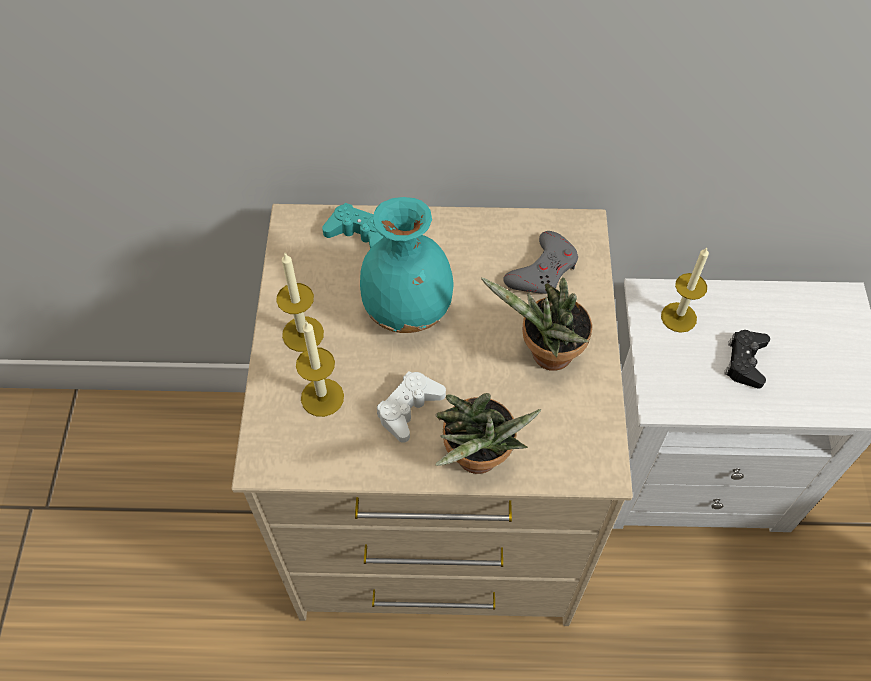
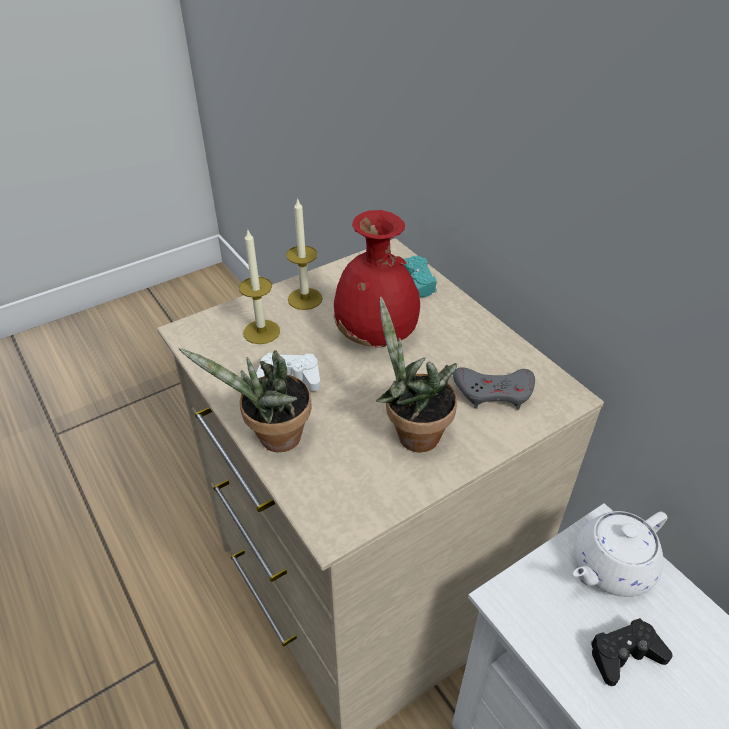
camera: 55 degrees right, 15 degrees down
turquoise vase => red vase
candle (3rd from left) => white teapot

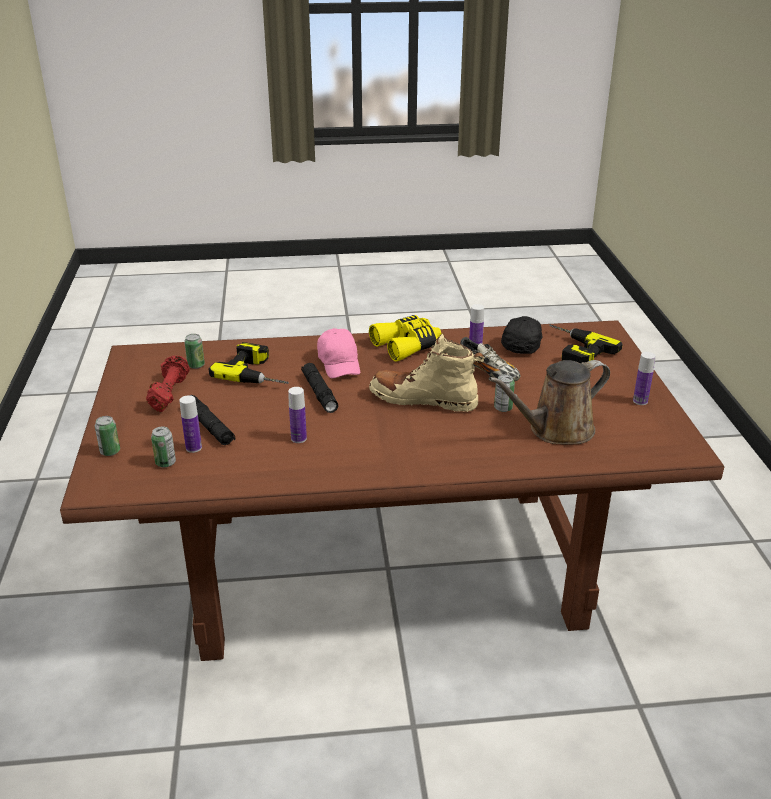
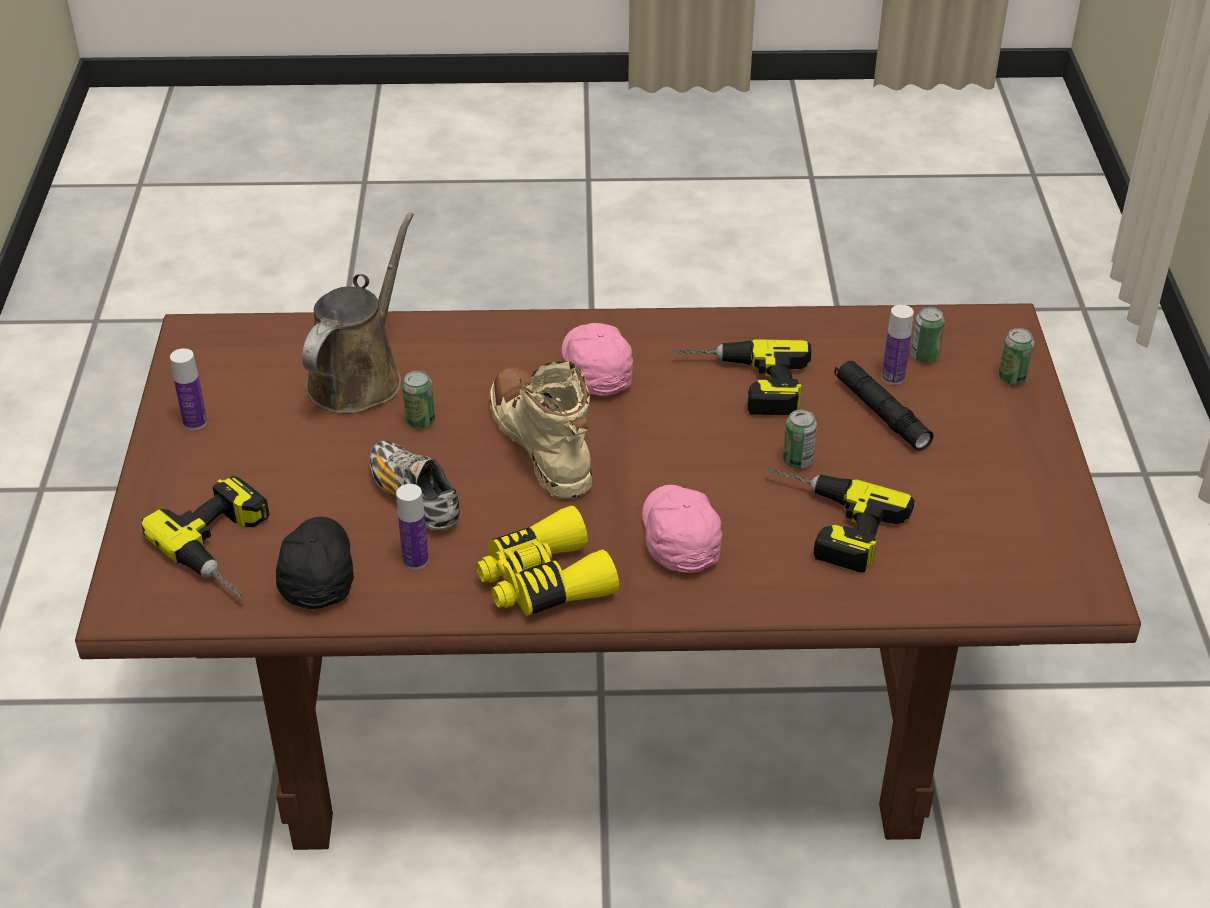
camera: 175 degrees left, 10 degrees up
black cap, 150 degrees clockwise
beige boot, 135 degrees counterclockwise
can (3rd from left in the first image) => can (2nd from left), moved
red dumbbell => nothing
brown watering can, 45 degrees counterclockwise
black flashlight (2nd from left) => nothing
bottle (2nd from left) => power drill (2nd from left)
nothing => pink cap (1st from left)

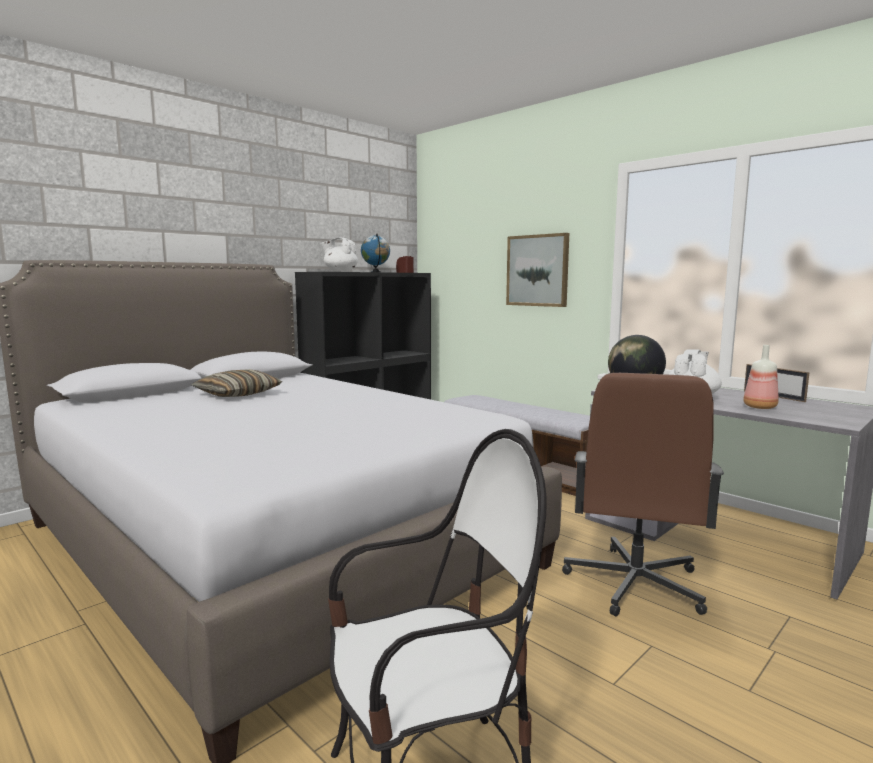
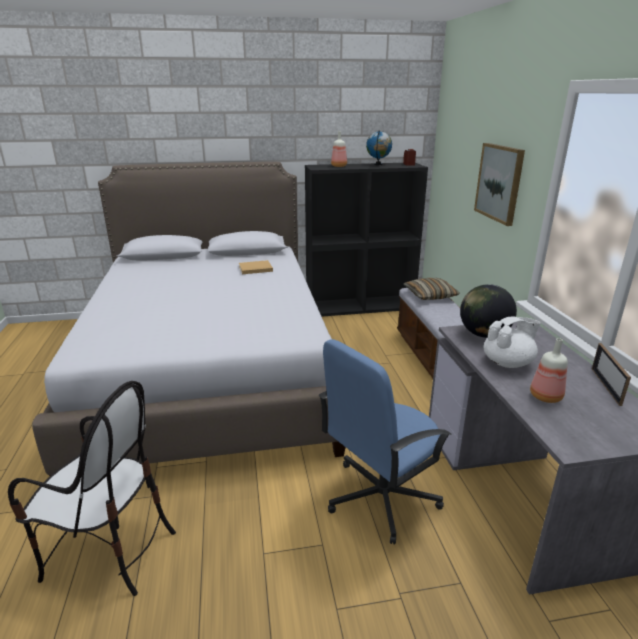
camera: 35 degrees right, 15 degrees up
white teapot (1st from left) => bottle (1st from left)
pillow, moved
brown office chair => blue office chair
nothing => beige book

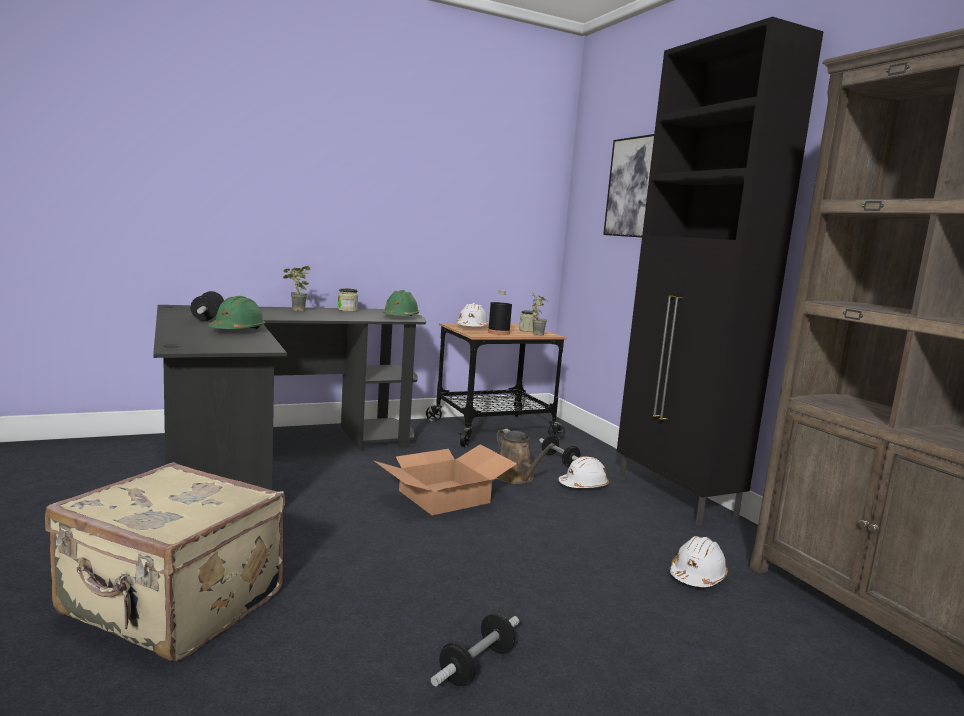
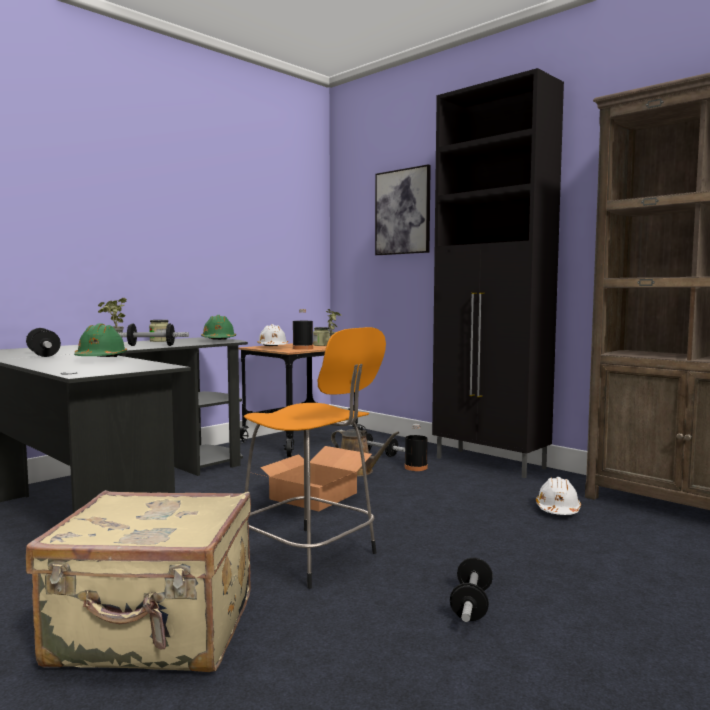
camera: 20 degrees left, 5 degrees down
white hard hat (2nd from left) => black bottle (2nd from left)
nothing => dumbbell (2nd from left)
nothing => orange stool

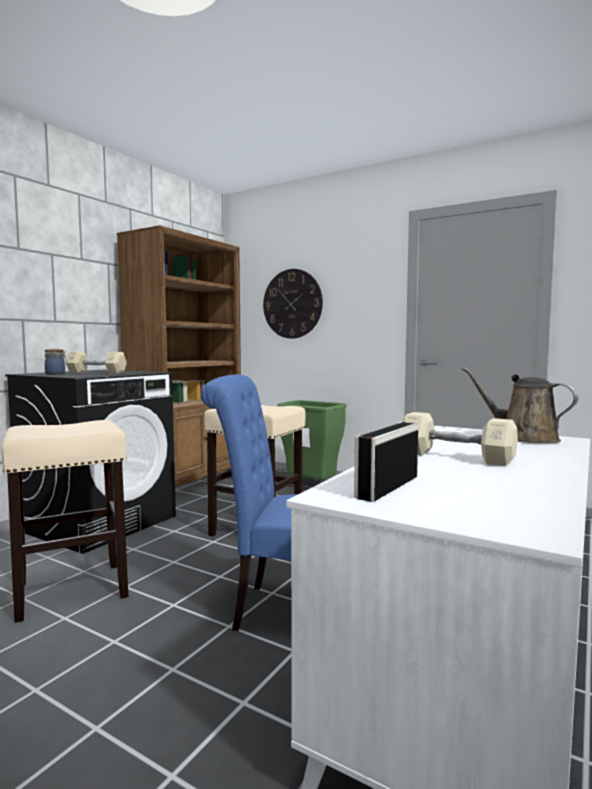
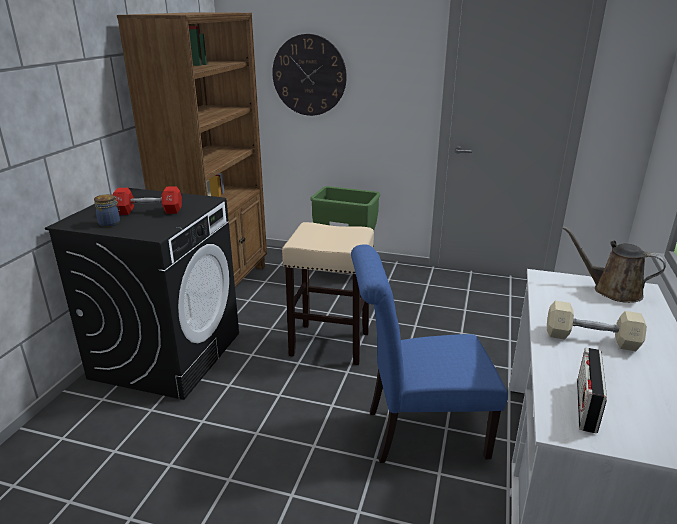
camera: 15 degrees left, 20 degrees up
beige dumbbell (1st from left) => red dumbbell
beige stool (1st from left) => nothing

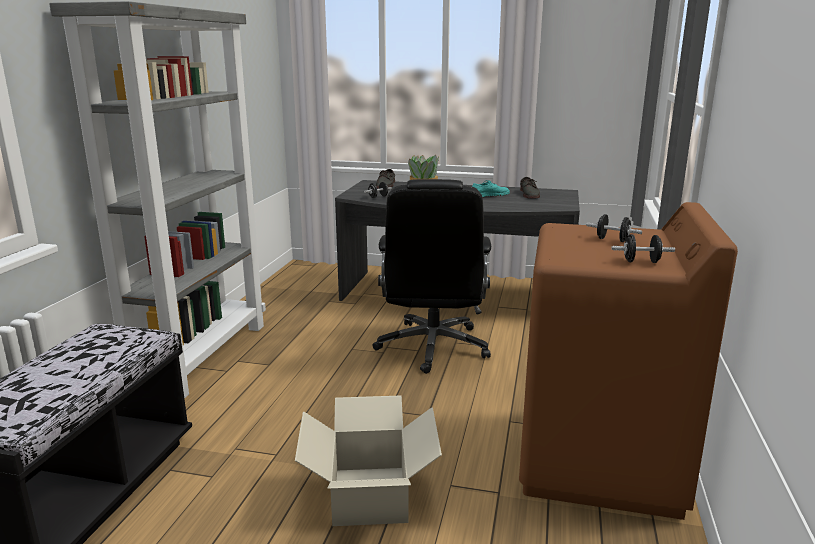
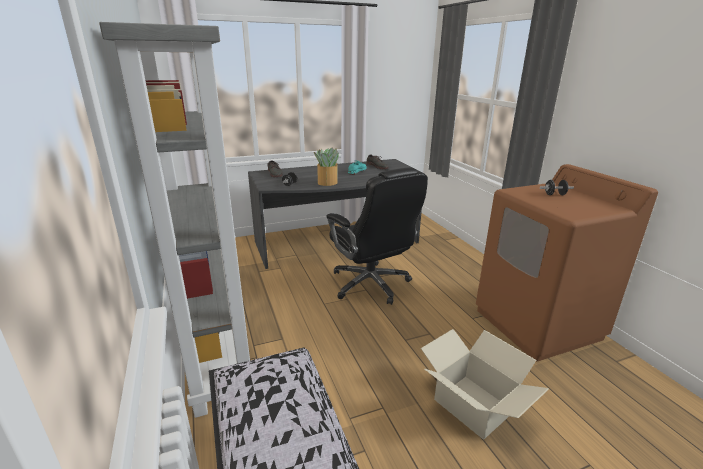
camera: 35 degrees left, 5 degrees up
black dumbbell (3rd from left) => nothing

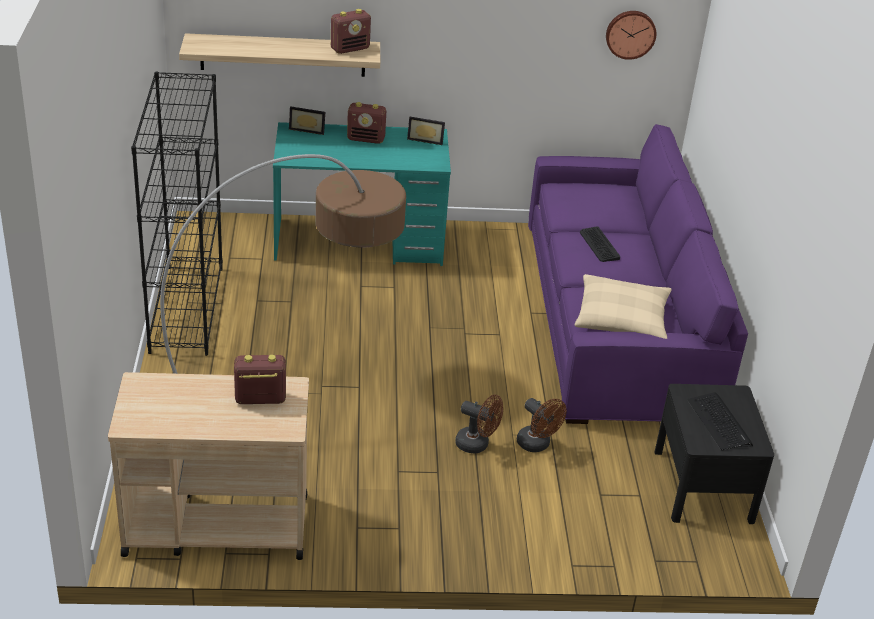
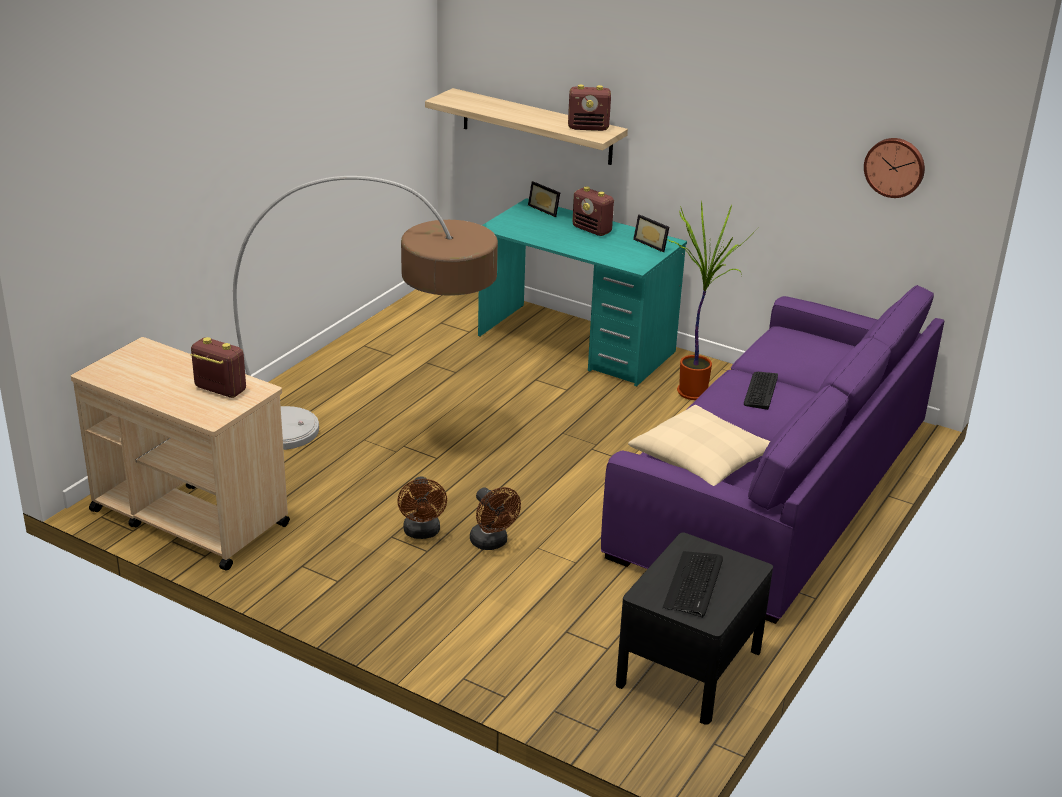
camera: 35 degrees right, 5 degrees down
black bookcase => nothing
brown fan (2nd from left in the first image) => brown fan (1st from left), moved
nothing => potted plant

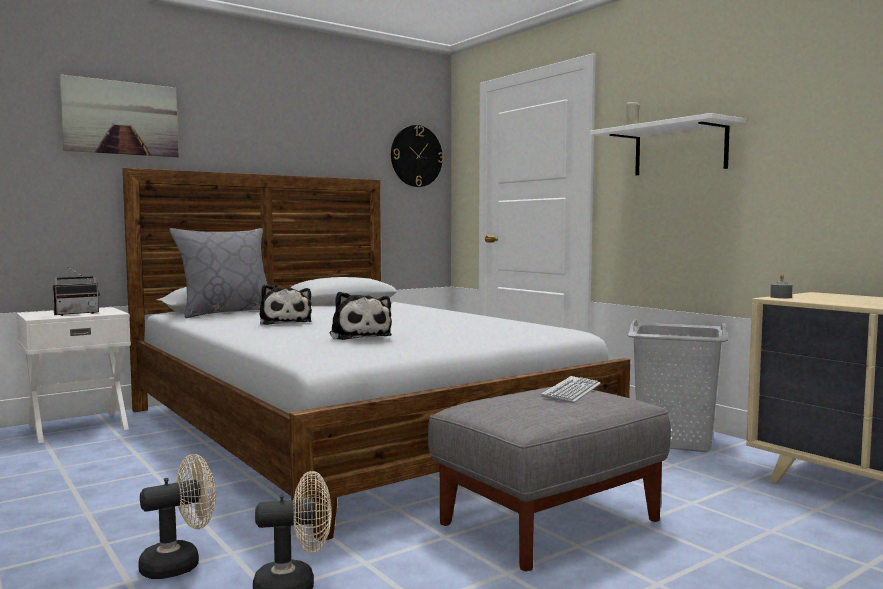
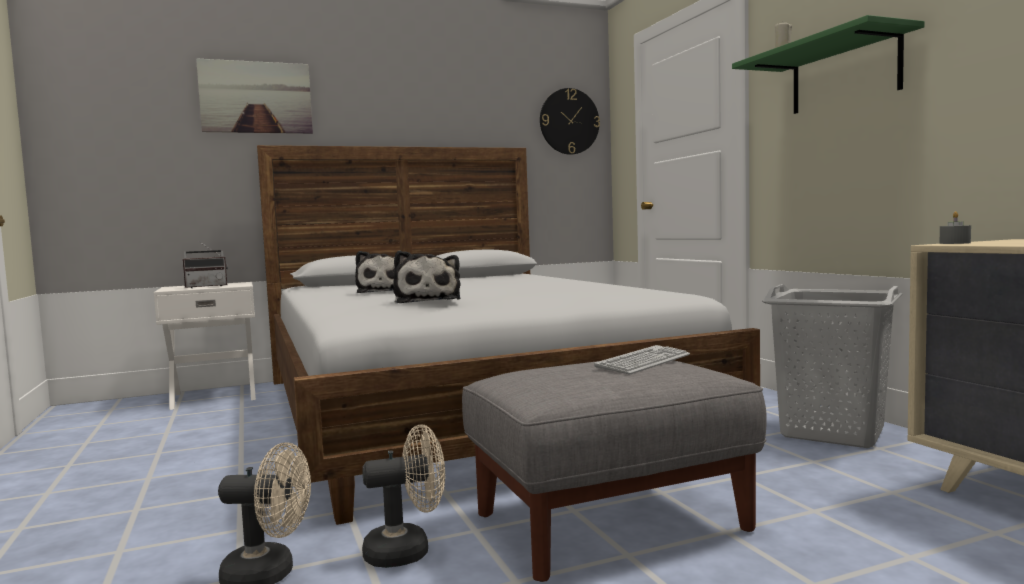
camera: 15 degrees right, 0 degrees up
white shelf => green shelf
grey pillow => nothing
beige fan (1st from left in the first image) => beige fan (2nd from left), moved

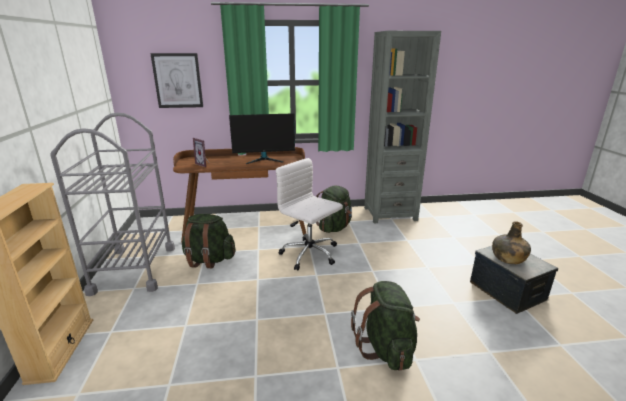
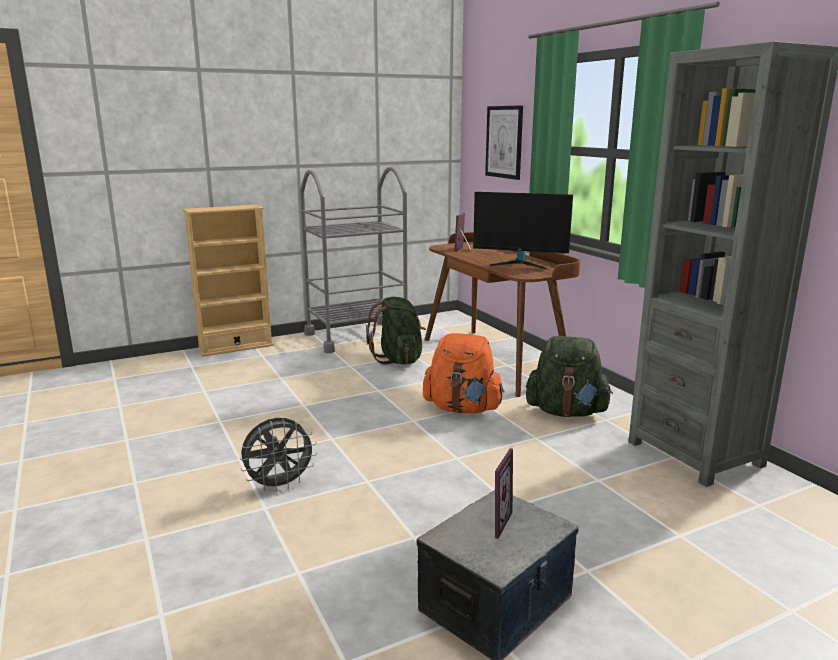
camera: 70 degrees right, 5 degrees down
monitor, 45 degrees counterclockwise
white office chair => orange backpack
green bottle => picture frame (2nd from left)
green backpack (3rd from left) => grey fan

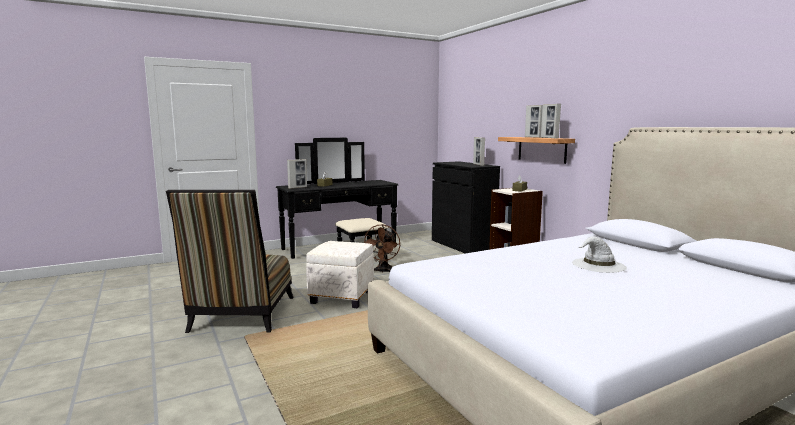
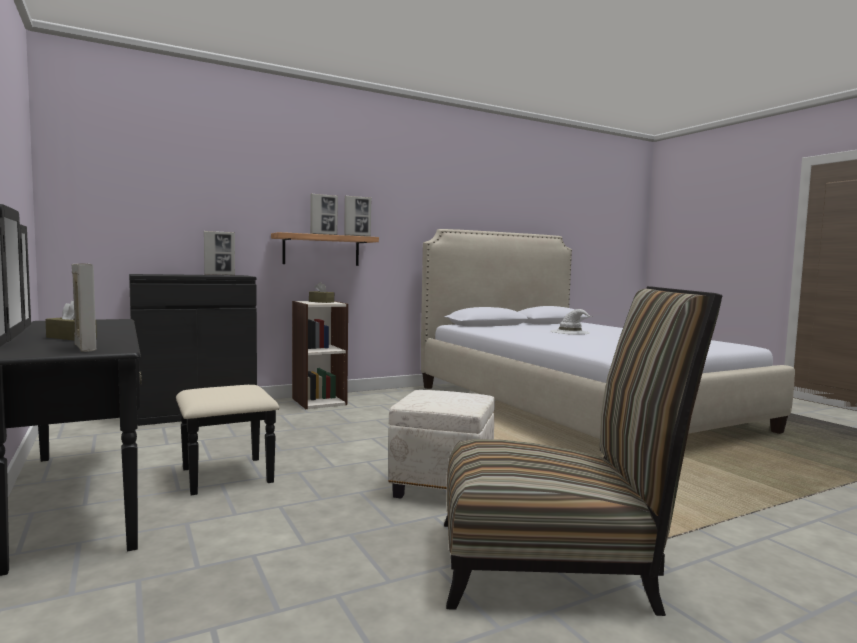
camera: 90 degrees left, 5 degrees down
brown fan => nothing

